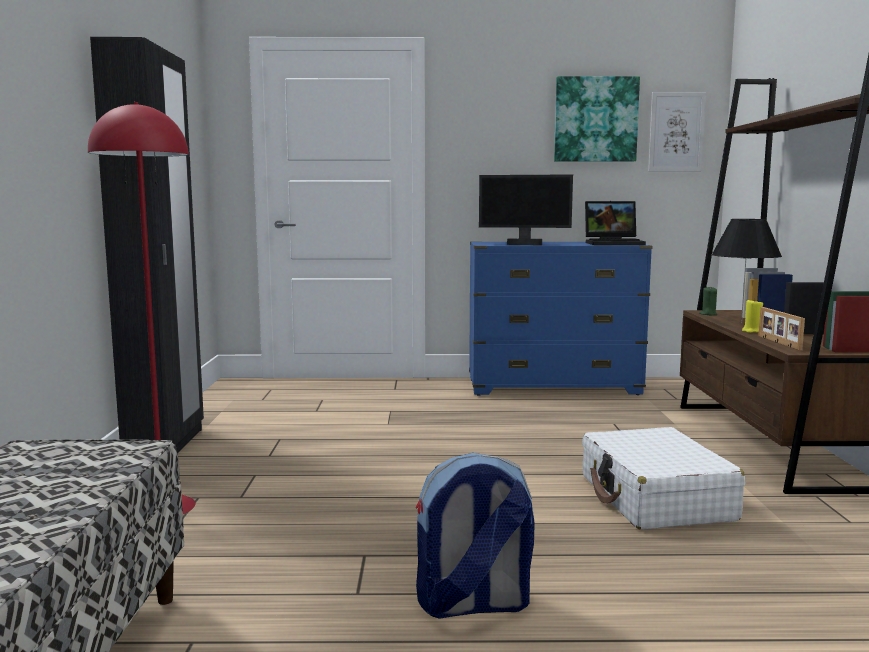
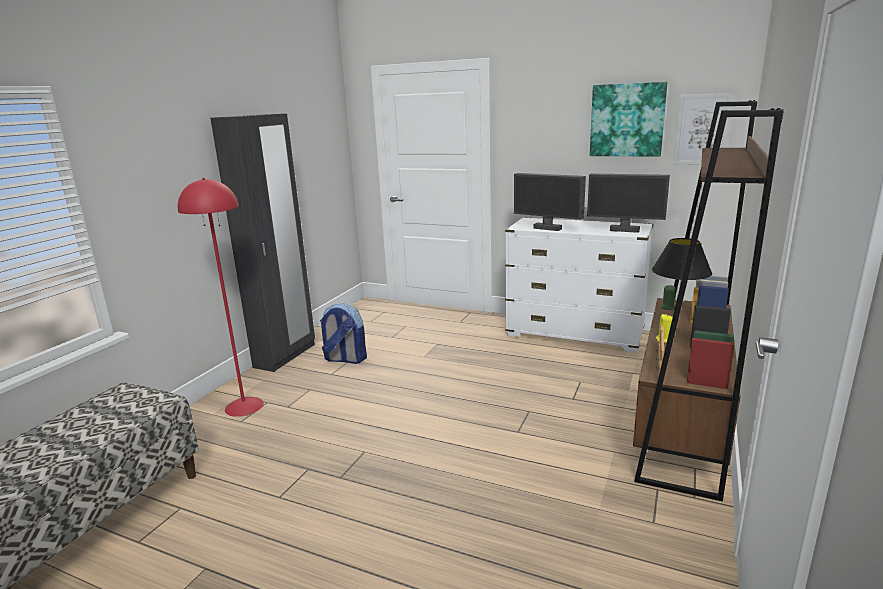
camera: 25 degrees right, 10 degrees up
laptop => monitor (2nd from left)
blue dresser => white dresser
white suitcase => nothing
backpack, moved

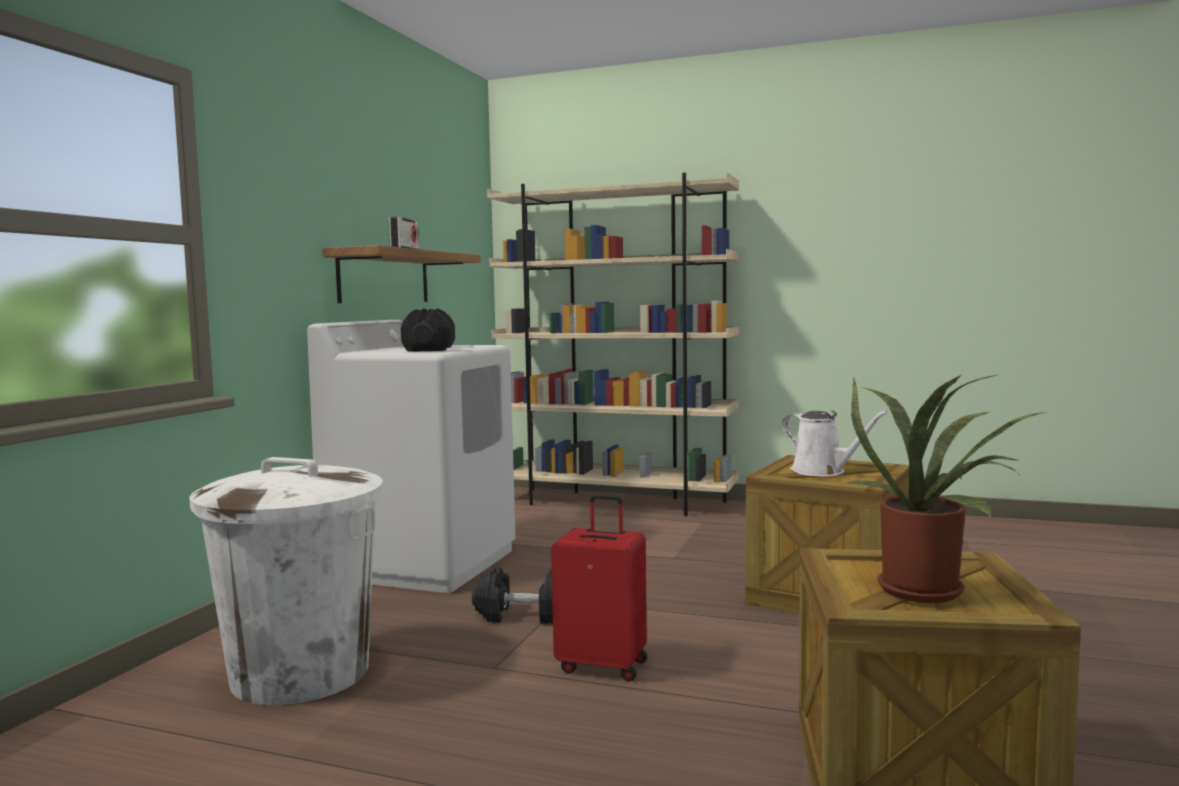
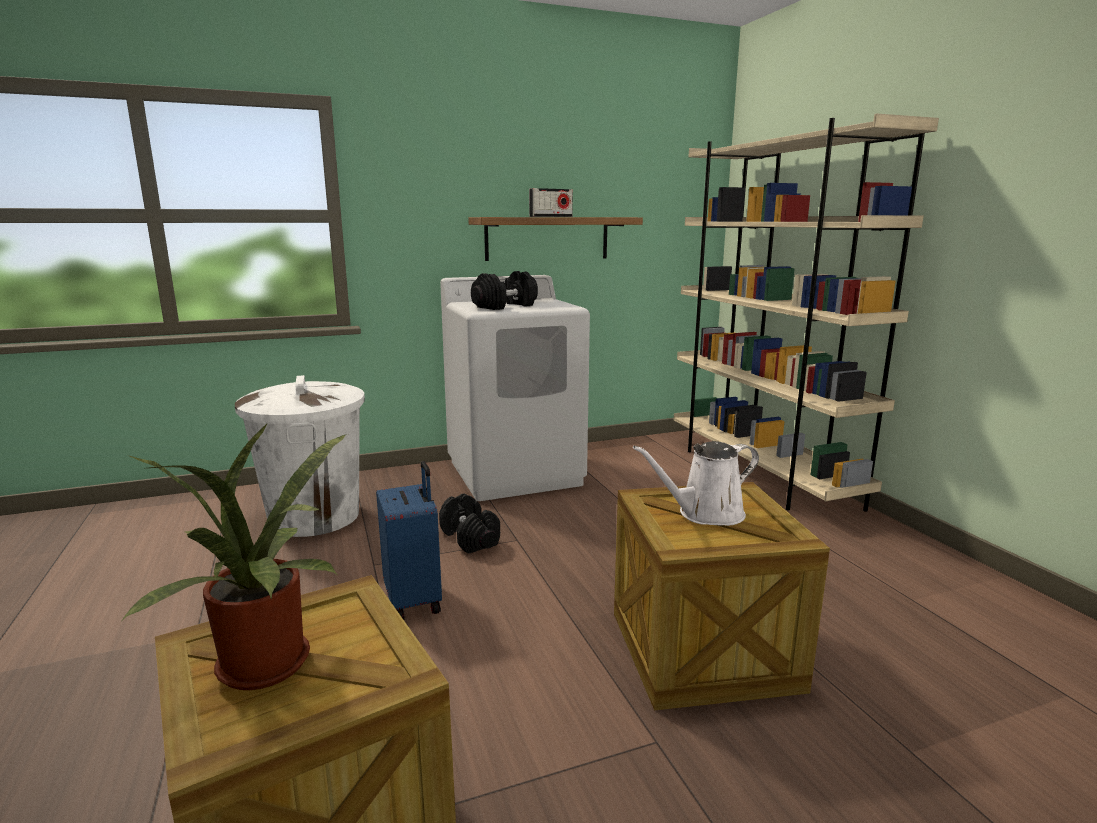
camera: 50 degrees right, 10 degrees up
white watering can, 60 degrees clockwise
red suitcase => blue suitcase

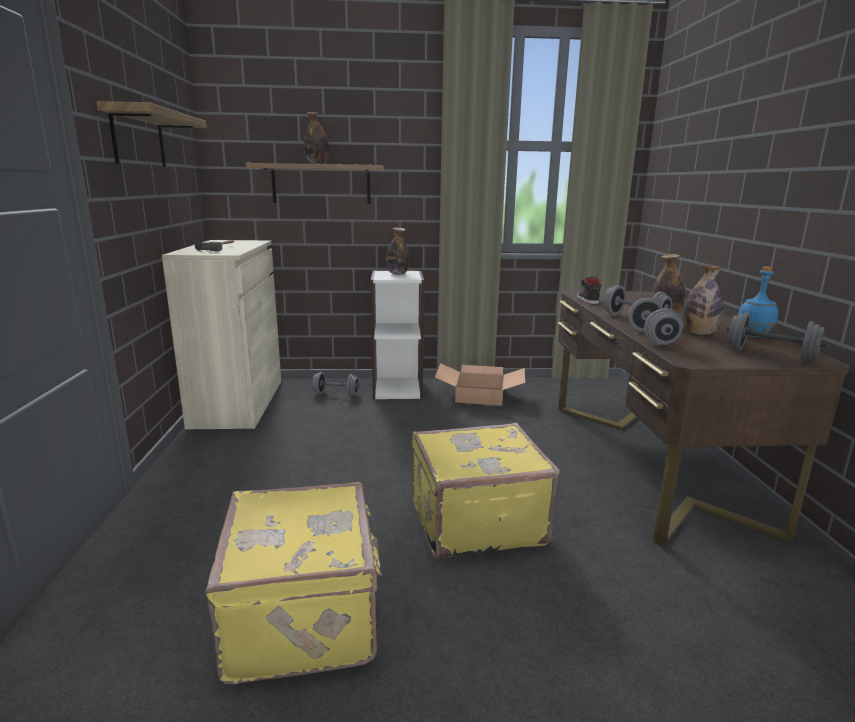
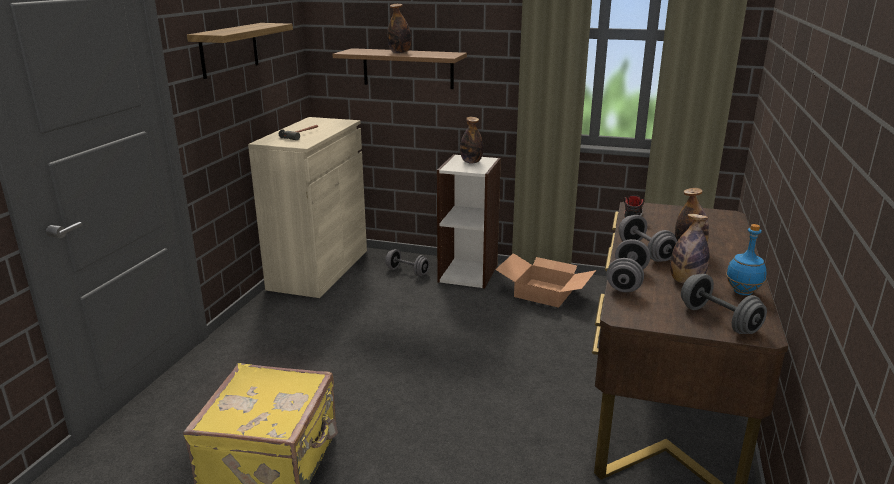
camera: 20 degrees right, 5 degrees up
yellow suitcase (2nd from left) => nothing

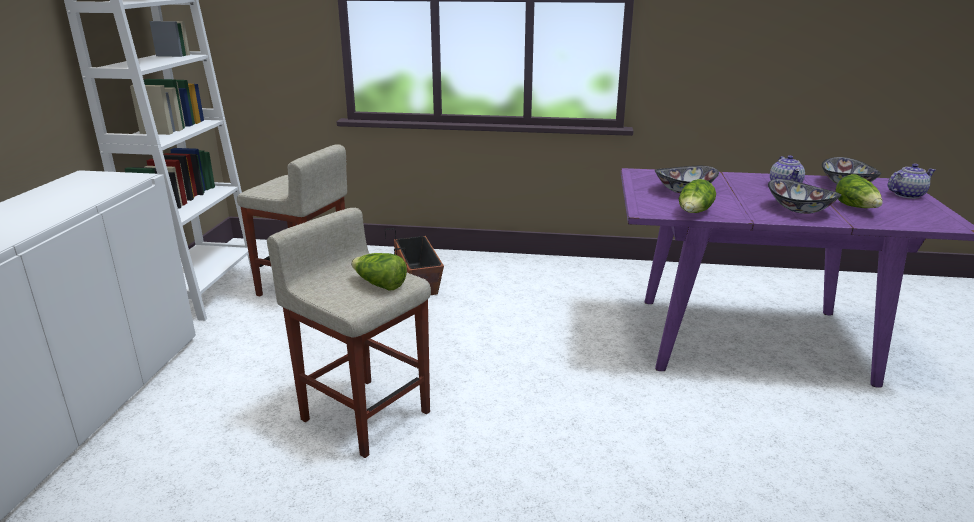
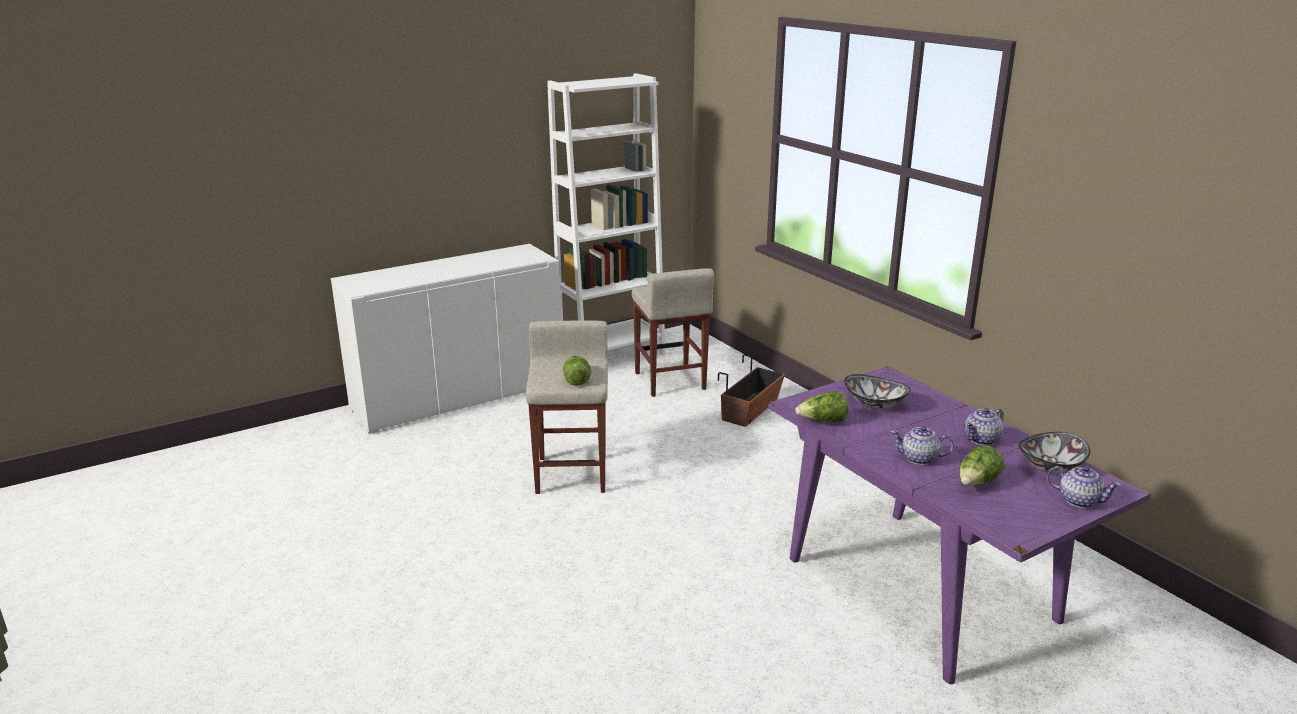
camera: 50 degrees right, 0 degrees up
bowl (2nd from left) => teapot (1st from left)

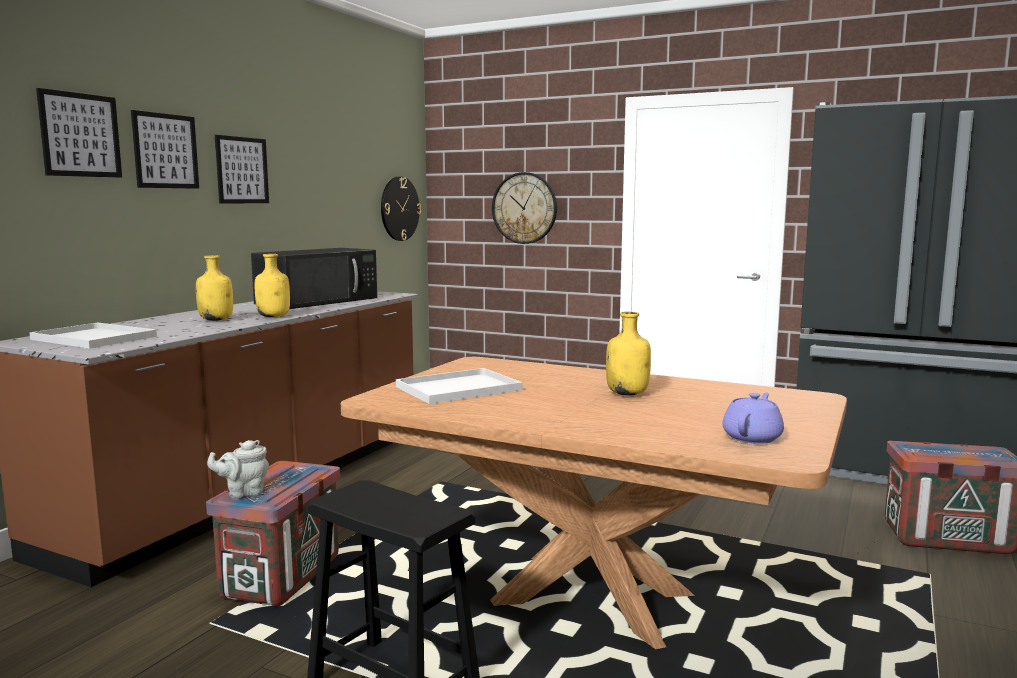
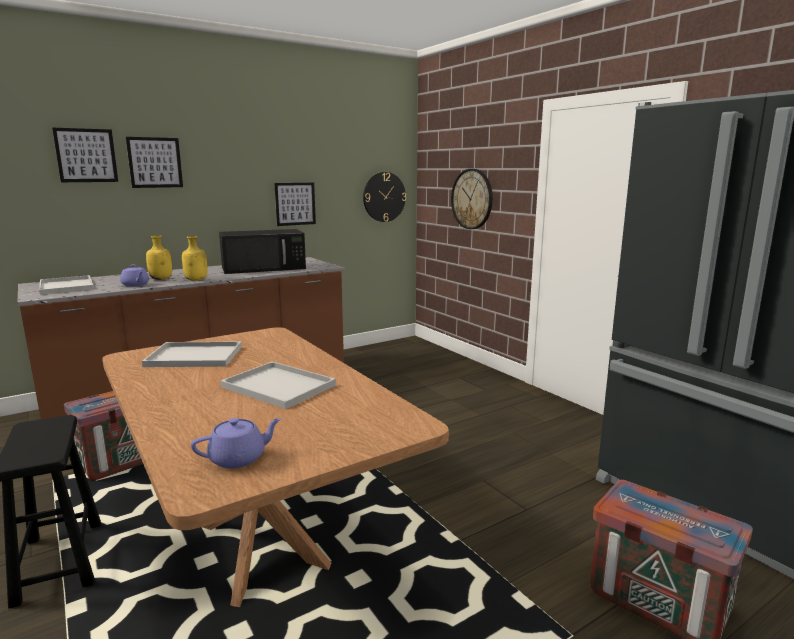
camera: 30 degrees right, 5 degrees up
picture (3rd from left), moved
yellow bottle (3rd from left) => white tray (3rd from left)
grey teapot => nothing
nothing => purple teapot (1st from left)

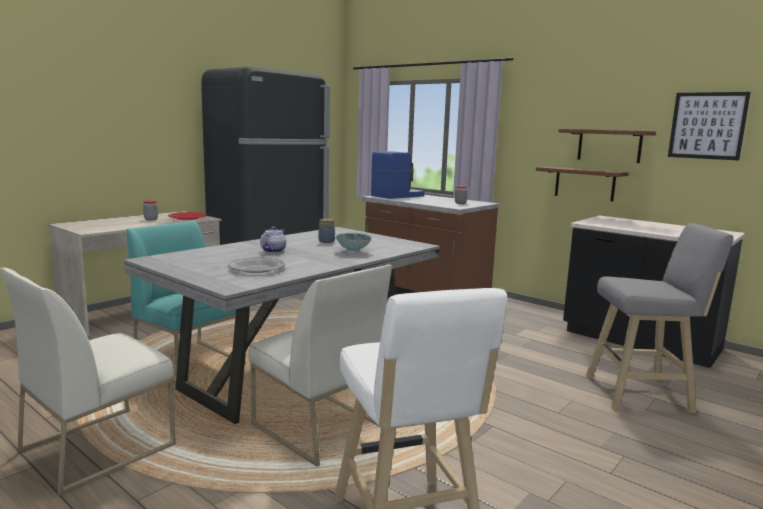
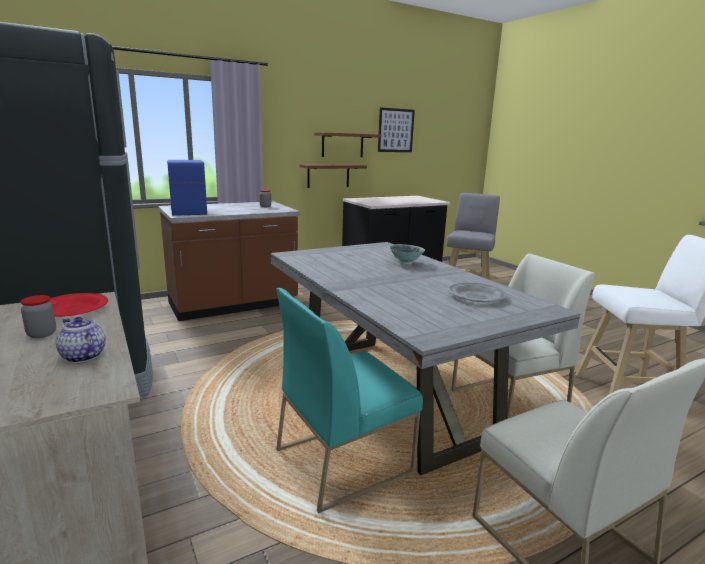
camera: 70 degrees left, 5 degrees up
jar (2nd from left) => nothing
teapot, moved

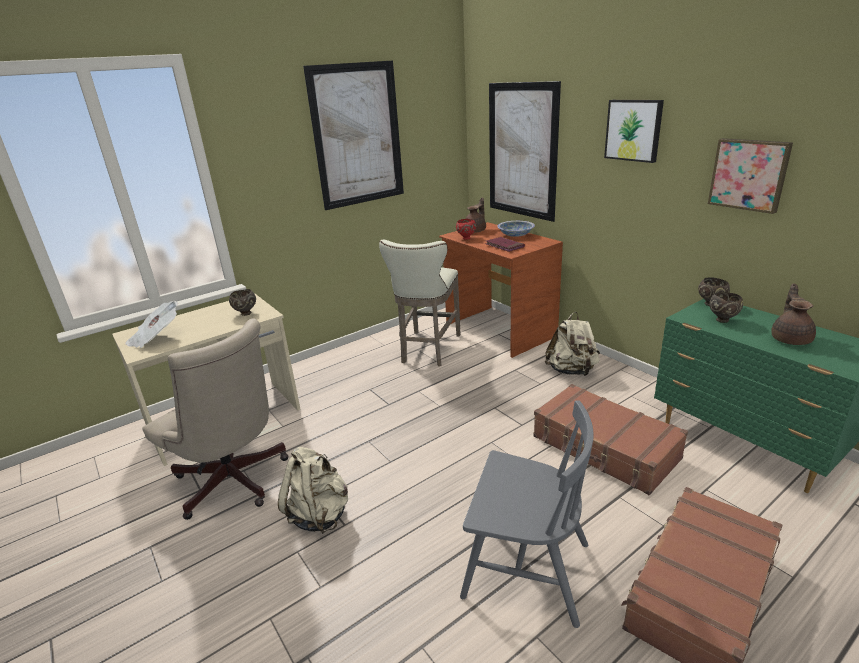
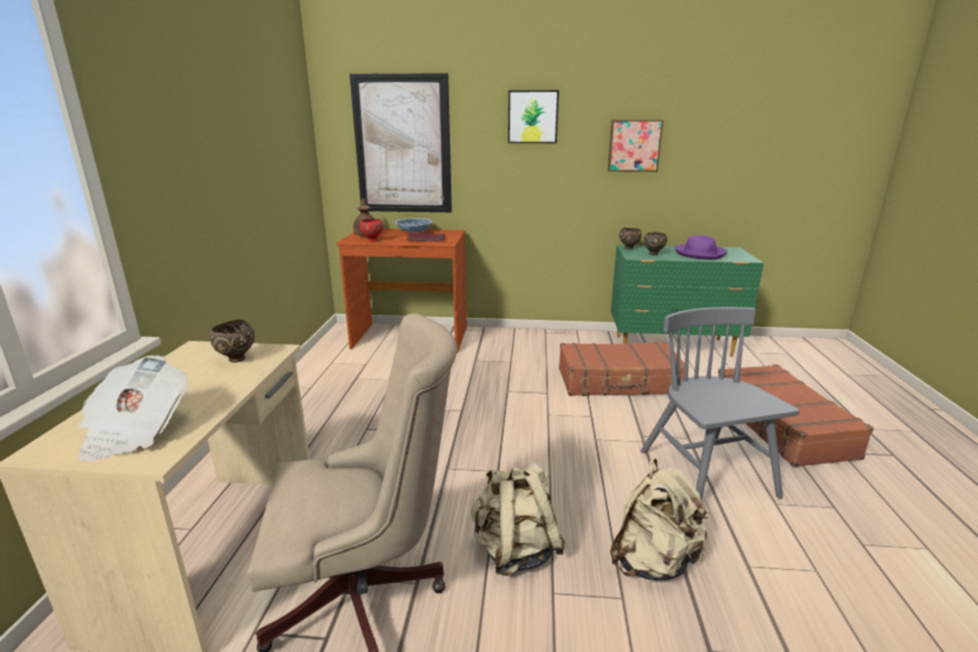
camera: 50 degrees left, 5 degrees down
picture (1st from left) => nothing
beige stool => nothing
brown teapot (2nd from left) => purple hat
beige backpack (2nd from left), moved
grey chair, 75 degrees counterclockwise

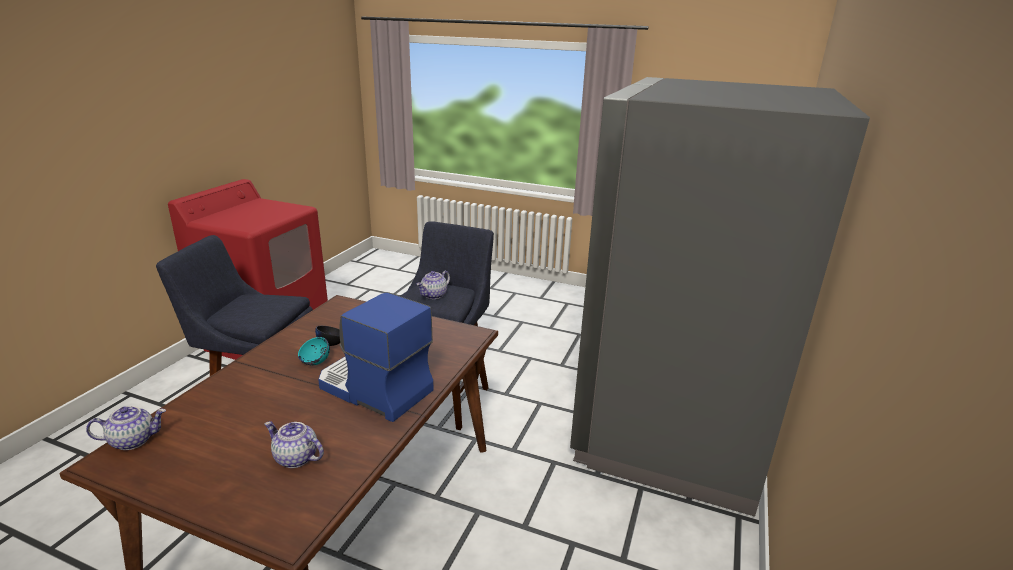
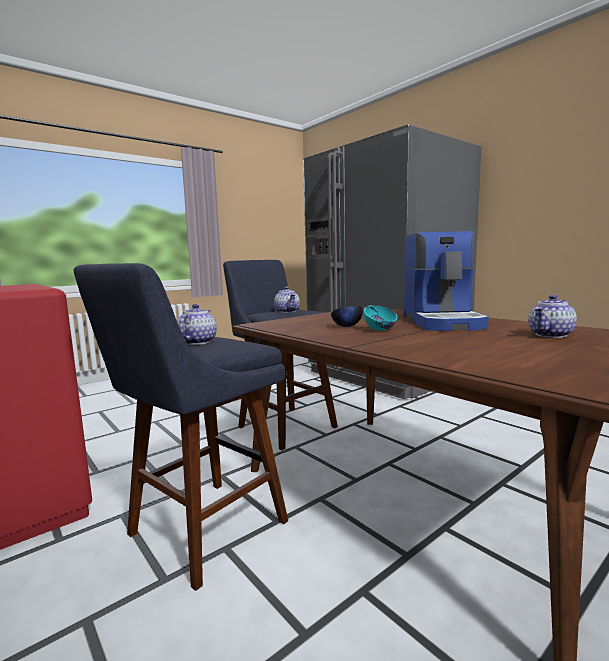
camera: 60 degrees left, 15 degrees down
coffee machine, 60 degrees counterclockwise
teapot (1st from left), moved

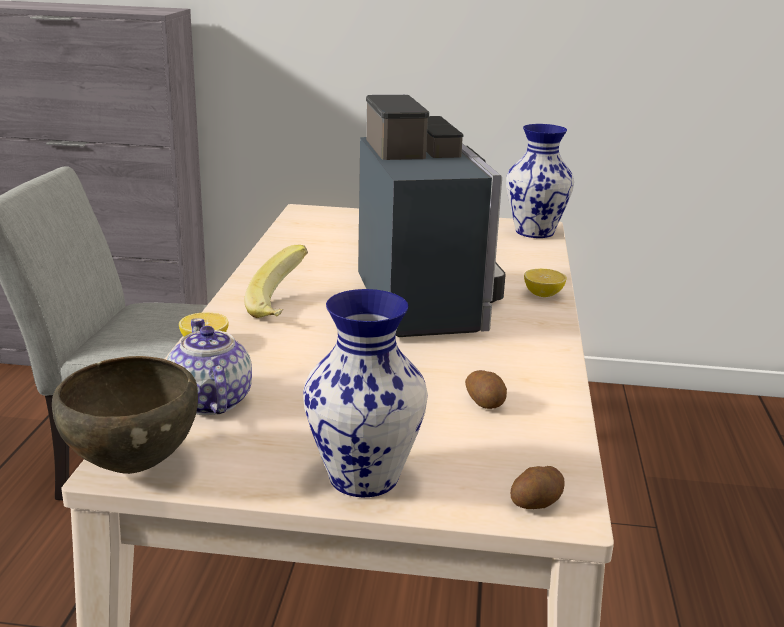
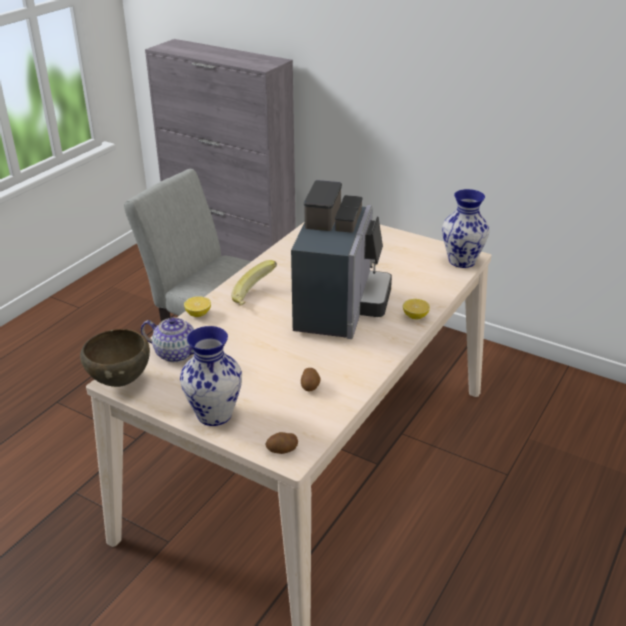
camera: 25 degrees right, 10 degrees up
teapot, 105 degrees clockwise

